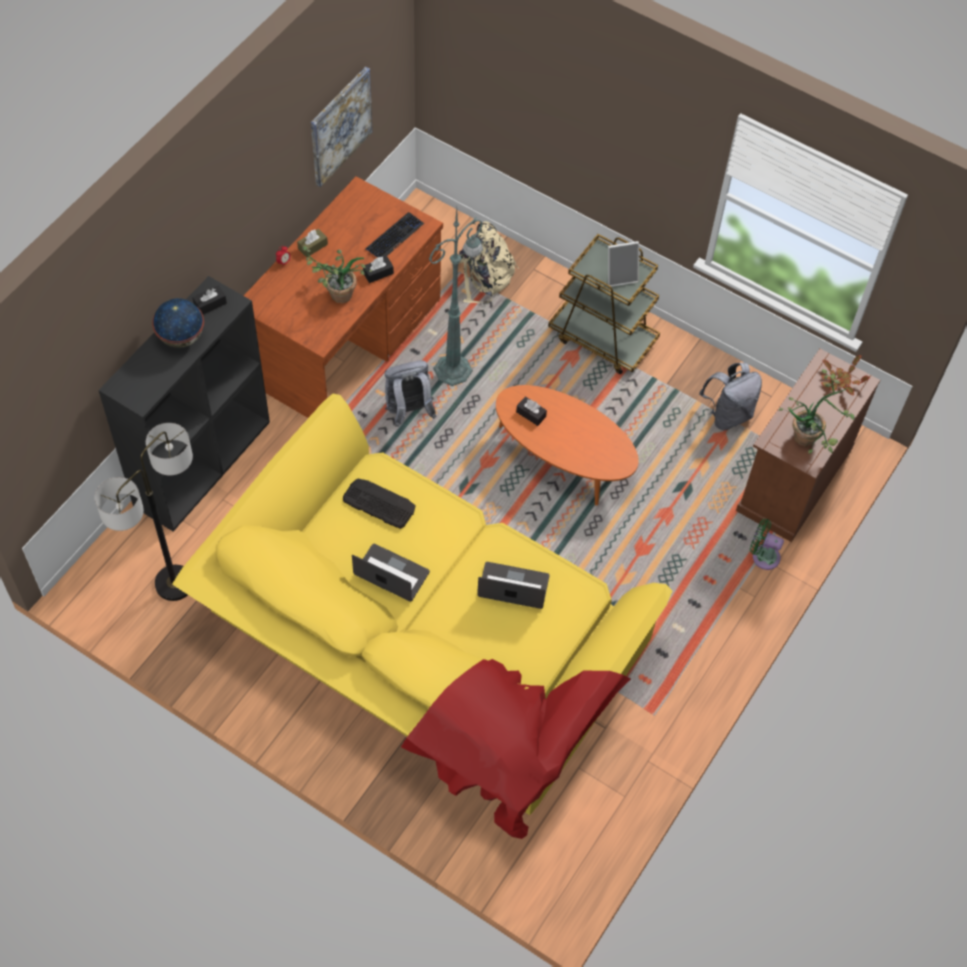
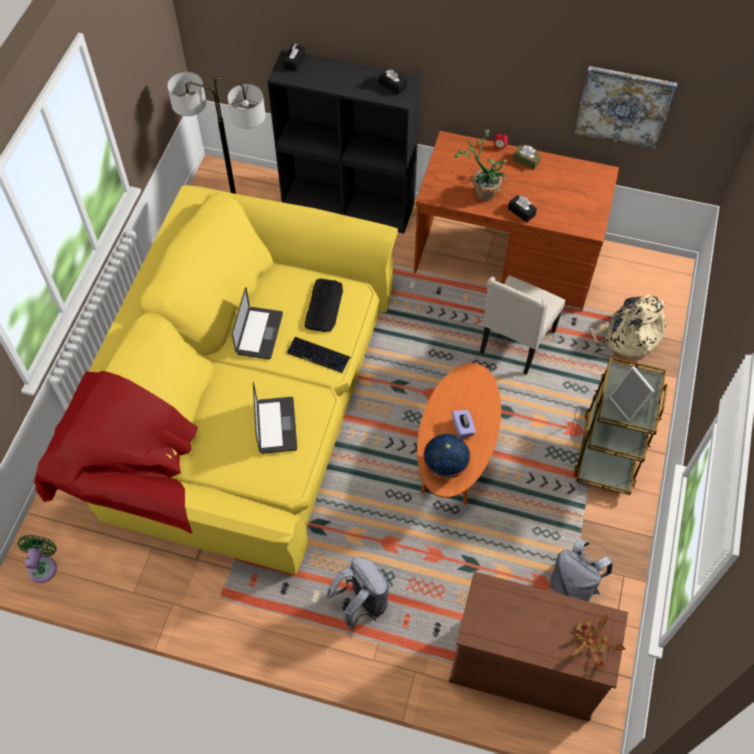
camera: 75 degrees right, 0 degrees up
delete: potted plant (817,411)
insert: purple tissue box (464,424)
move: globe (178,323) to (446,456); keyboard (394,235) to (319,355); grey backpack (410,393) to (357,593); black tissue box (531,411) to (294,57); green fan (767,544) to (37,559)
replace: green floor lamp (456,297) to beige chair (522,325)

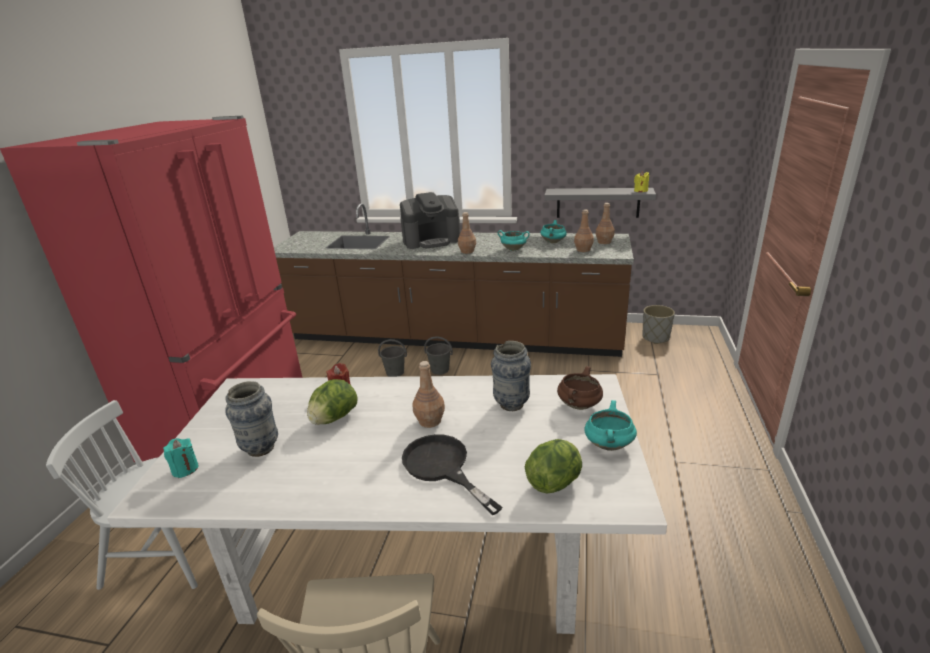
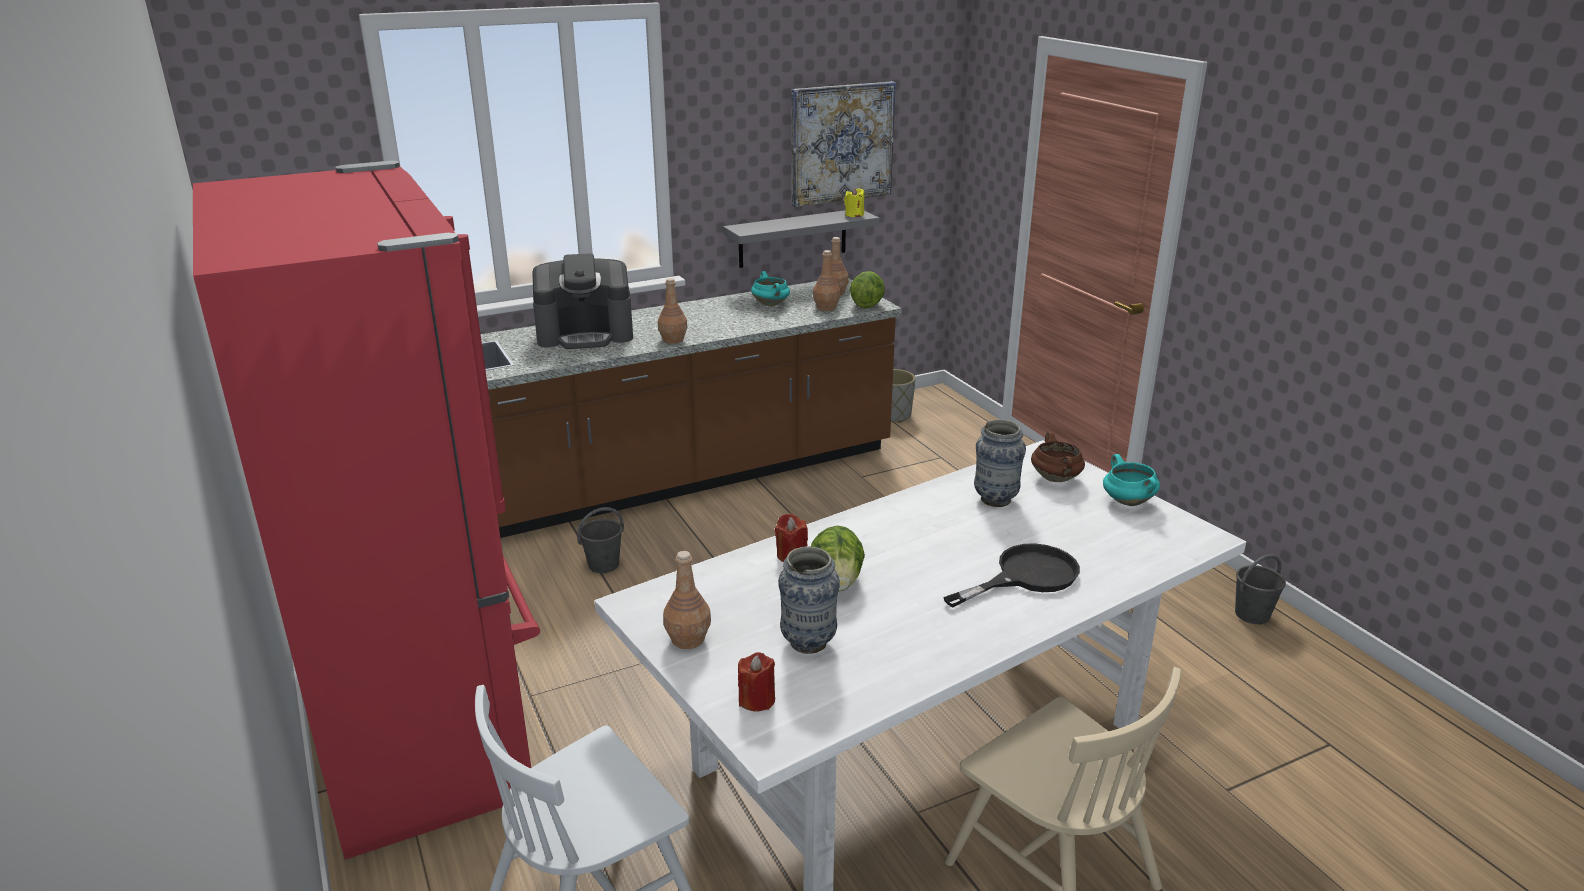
camera: 40 degrees left, 0 degrees up
delete: turquoise cooking pot (514,240)
insert: picture (843,144)
move: brown bottle (428,394) to (687,600); grey bucket (438,355) to (1260,589); lettuce (553,466) to (867,290)
recolor: turquoise candle (181,458) to red candle (756,681)
rotate: coffee machine (430,220) = (582,301) 45 degrees clockwise; black frying pan (452,475) = (1011,575) 135 degrees clockwise

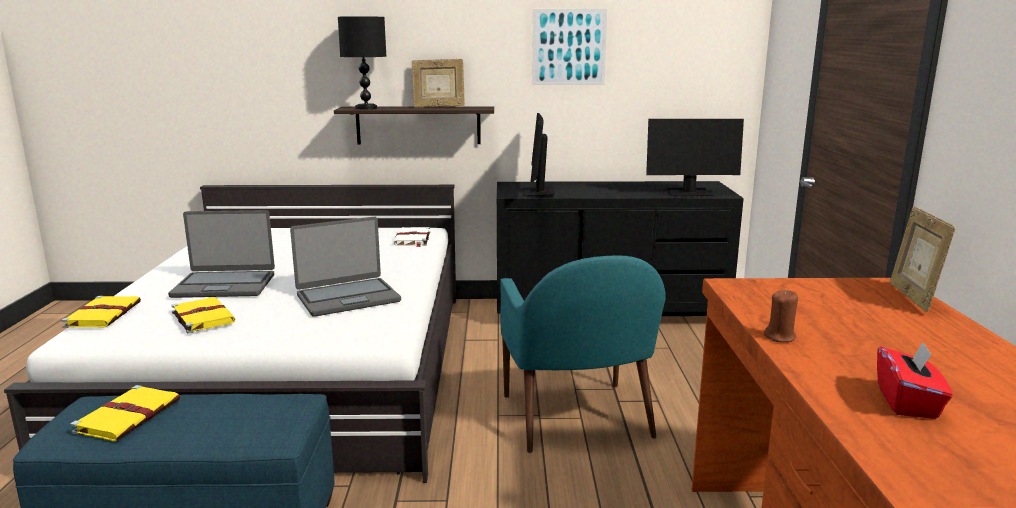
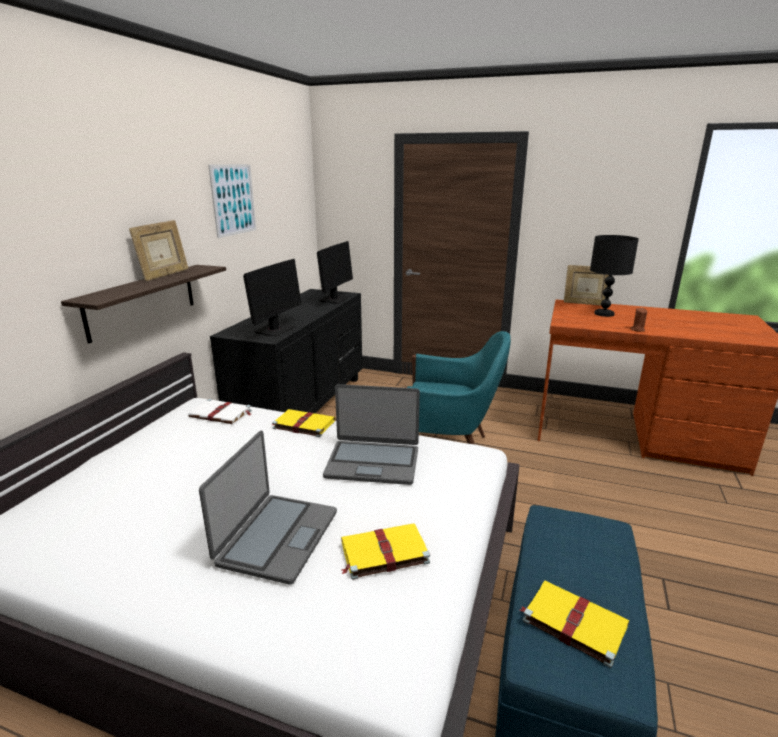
camera: 70 degrees left, 5 degrees up
delete: red tissue box (915,380)
move: yellow book (101,312) to (303,423); black table lamp (362,62) to (614,276)
rotate: laptop (345,267) = (371,434) 105 degrees clockwise; monitor (539,155) = (272,297) 90 degrees counterclockwise

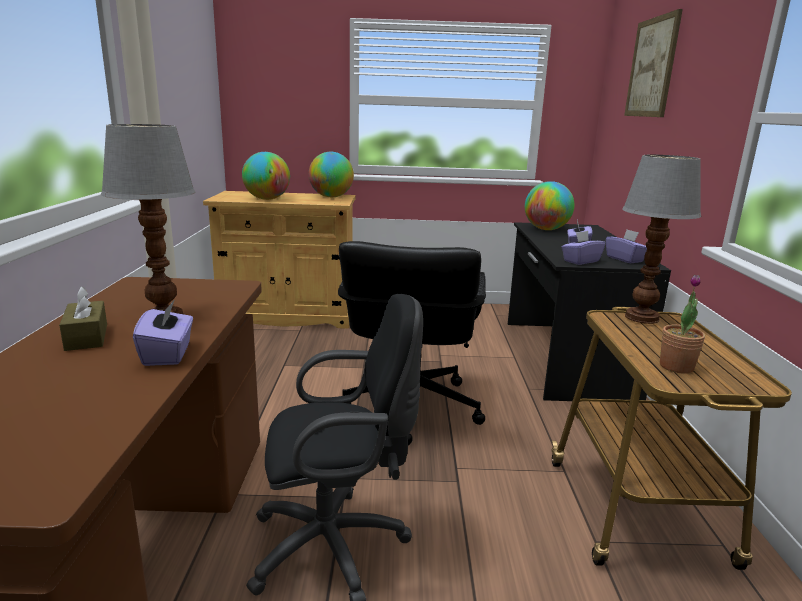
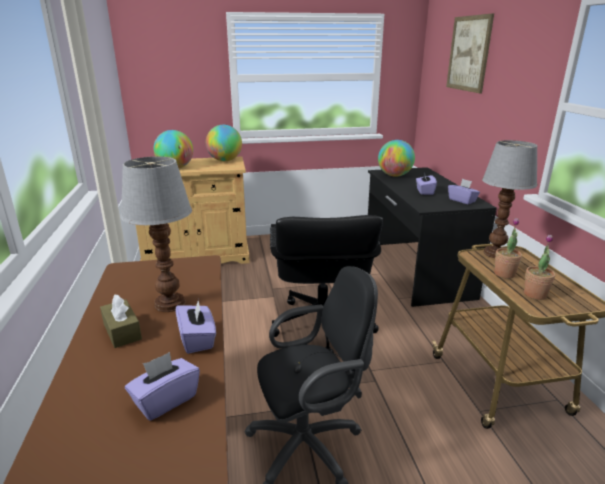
camera: 10 degrees left, 5 degrees up
insert: potted plant (508,248)
move: purple tissue box (583,248) to (162,386)

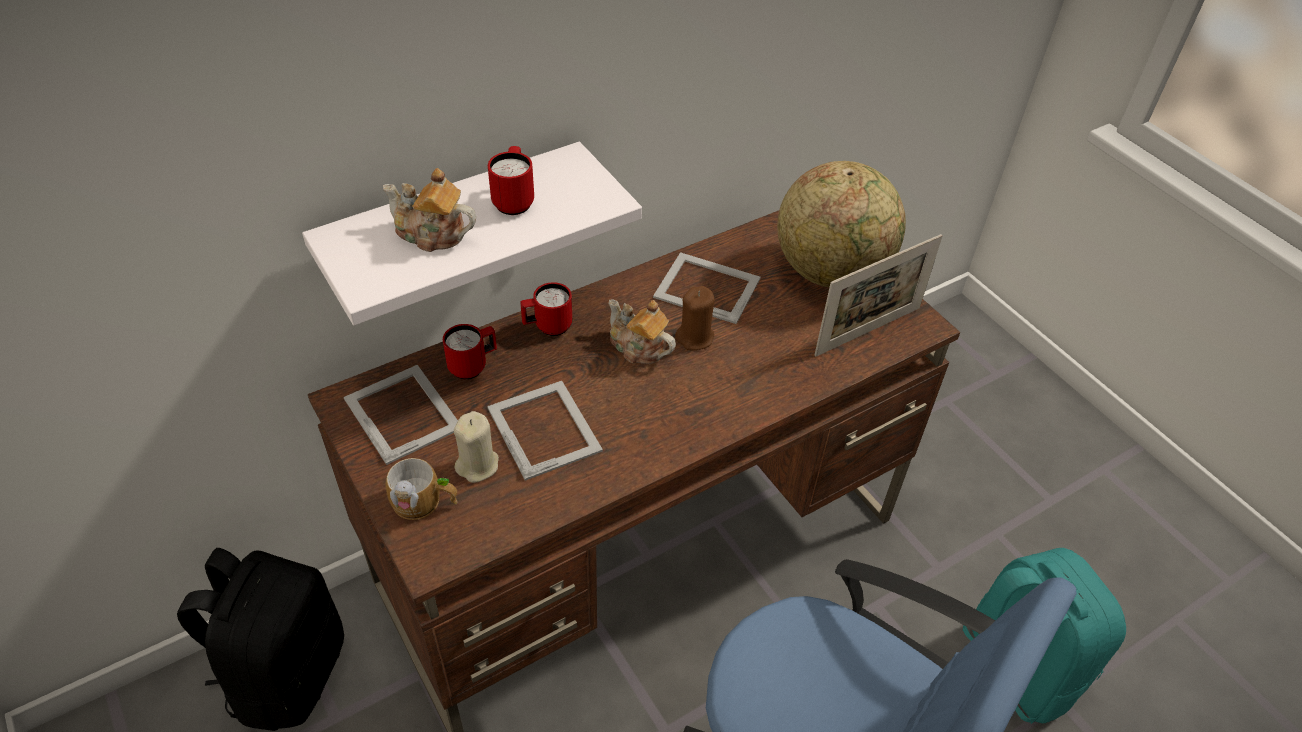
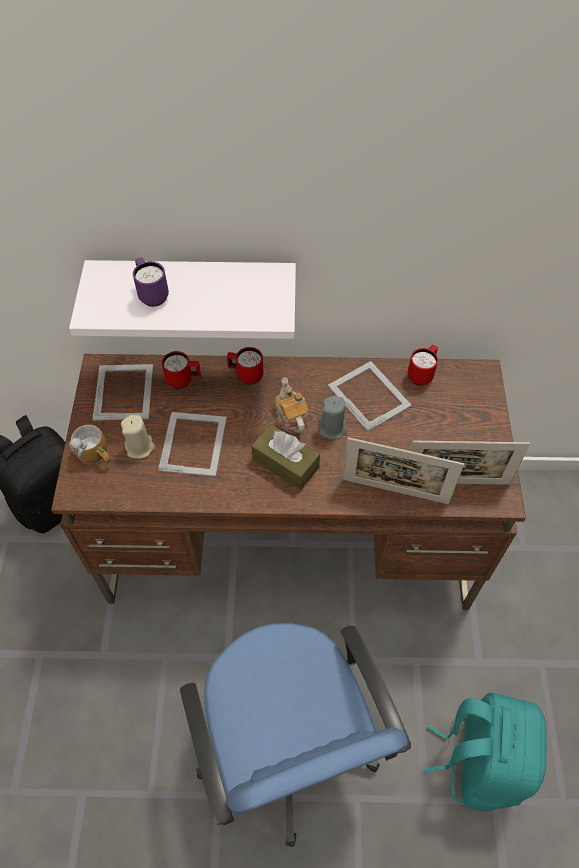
camera: 35 degrees right, 10 degrees up
delete: globe (841,224)
insert: brown tissue box (285,457); picture frame (403,470)
move: red mug (511,180) to (423,365)
replace: teapot (429,210) to purple mug (151,282)
recolor: brown candle (694,318) to grey candle (332,417)

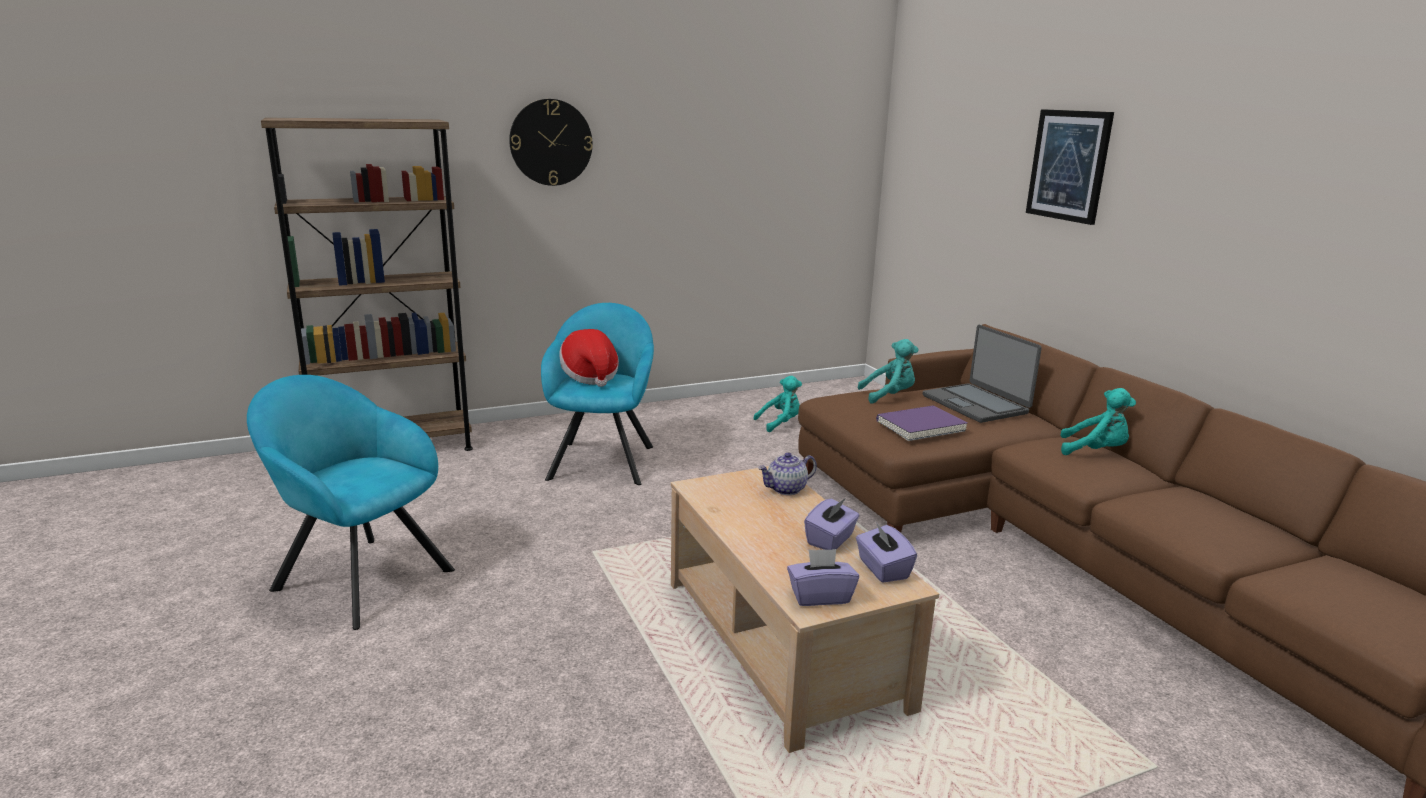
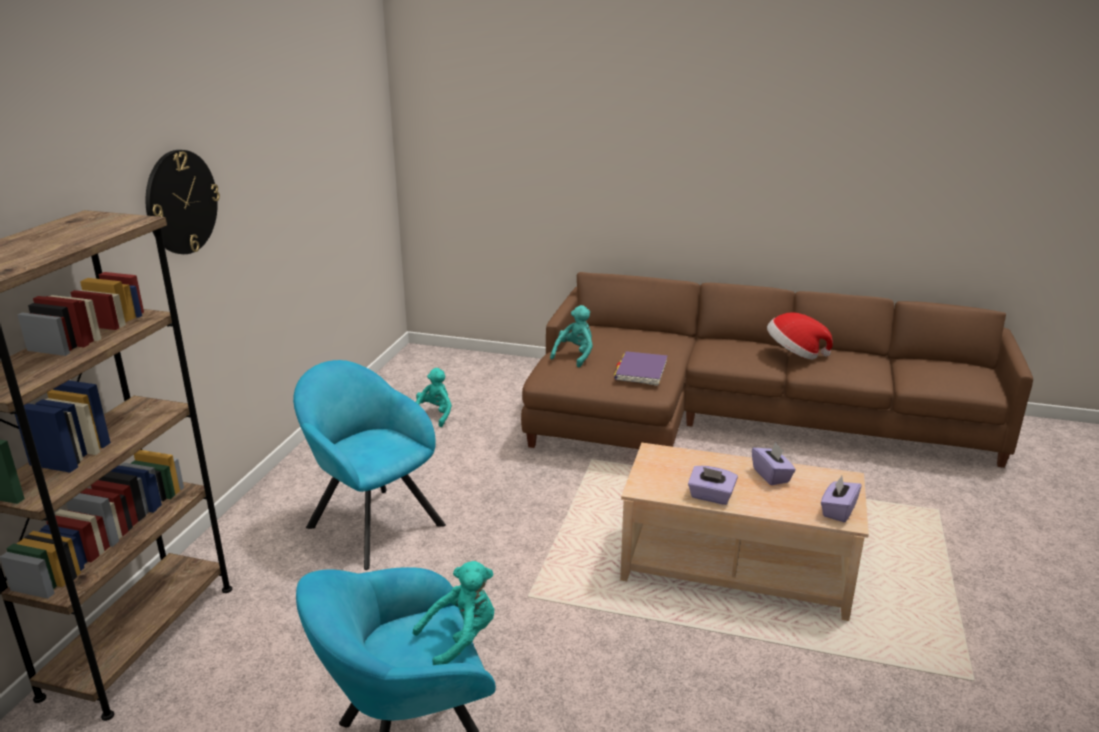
camera: 50 degrees left, 5 degrees up
delete: teapot (787,473); laptop (982,374); picture (1070,167)
move: hat (589,358) to (800,336); purple tissue box (886,552) to (713,485); turquoise plush toy (1098,421) to (453,613)

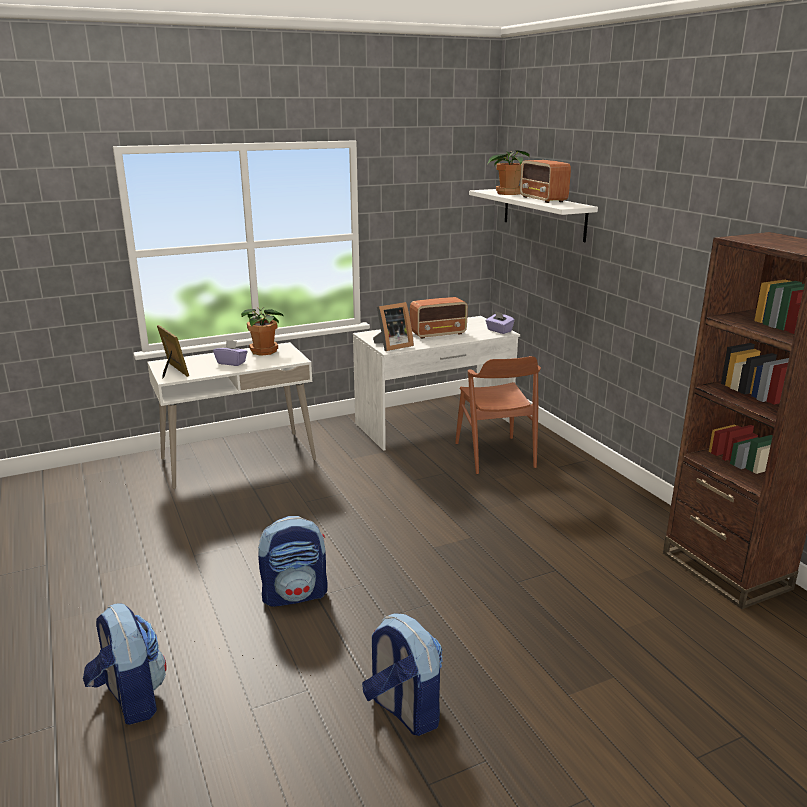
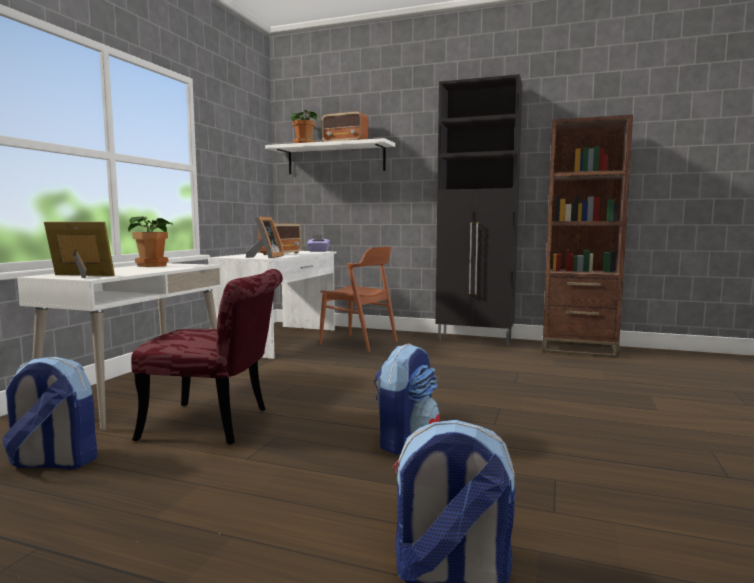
camera: 45 degrees left, 15 degrees down
delete: purple tissue box (230,353)
insert: red chair (207,356); black cabinet (478,209)
move: backpack (402,674) to (50,413)

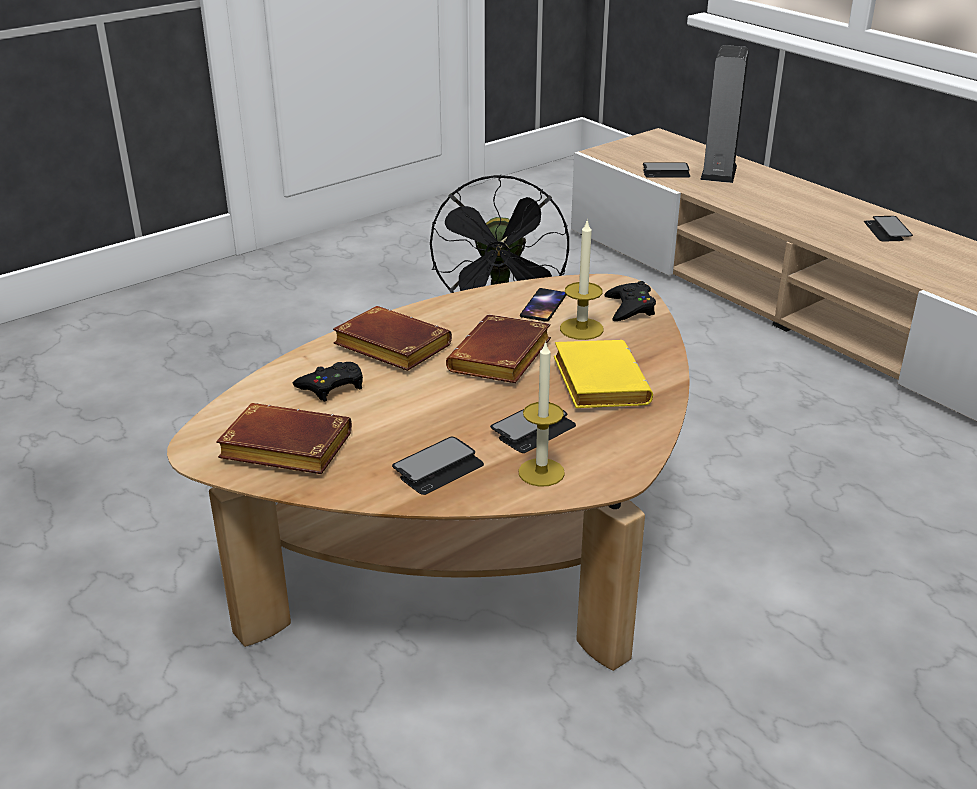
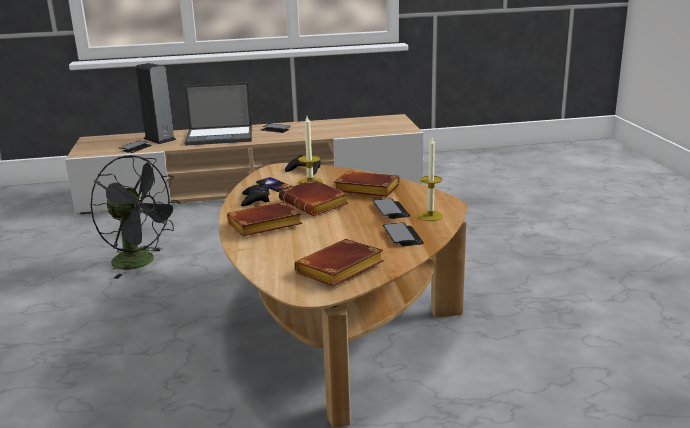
camera: 60 degrees left, 10 degrees down
insert: laptop (218,114)
move: black game controller (328,382) to (255,194)
recolor: yellow book (603,374) to brown book (367,183)

